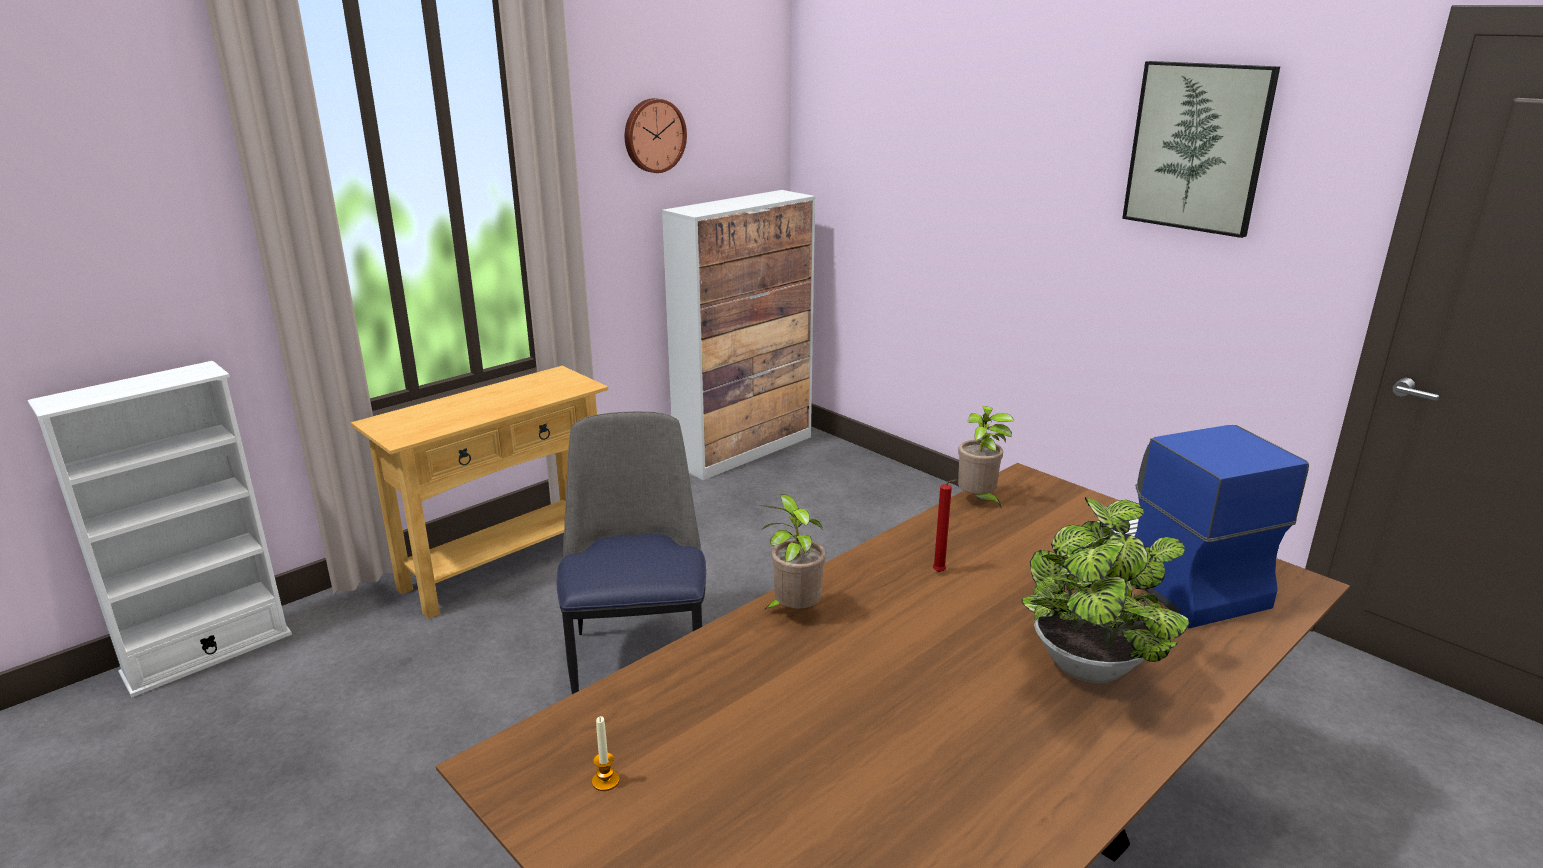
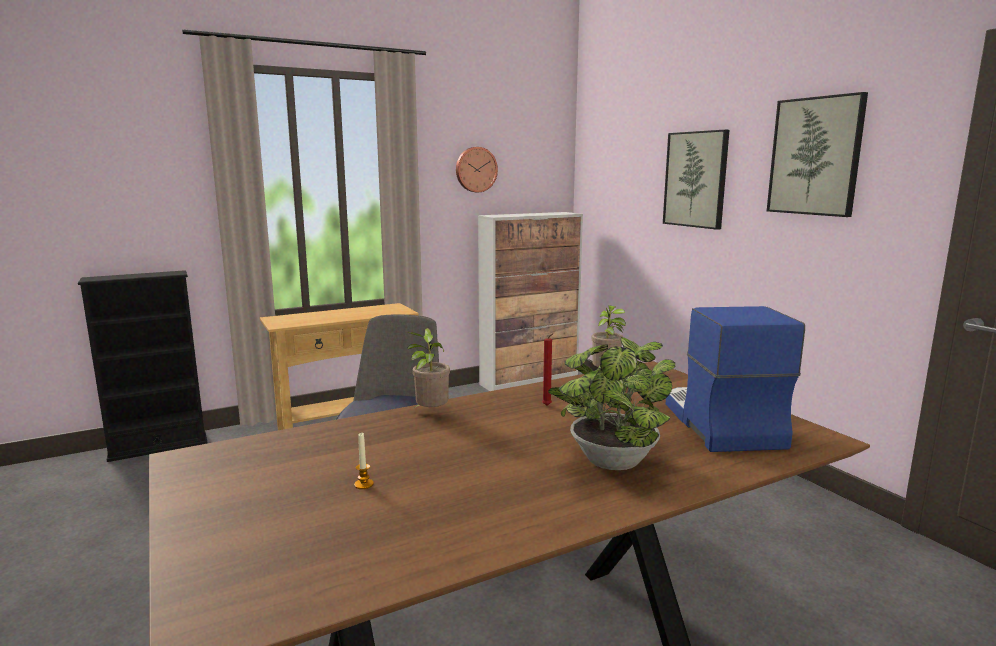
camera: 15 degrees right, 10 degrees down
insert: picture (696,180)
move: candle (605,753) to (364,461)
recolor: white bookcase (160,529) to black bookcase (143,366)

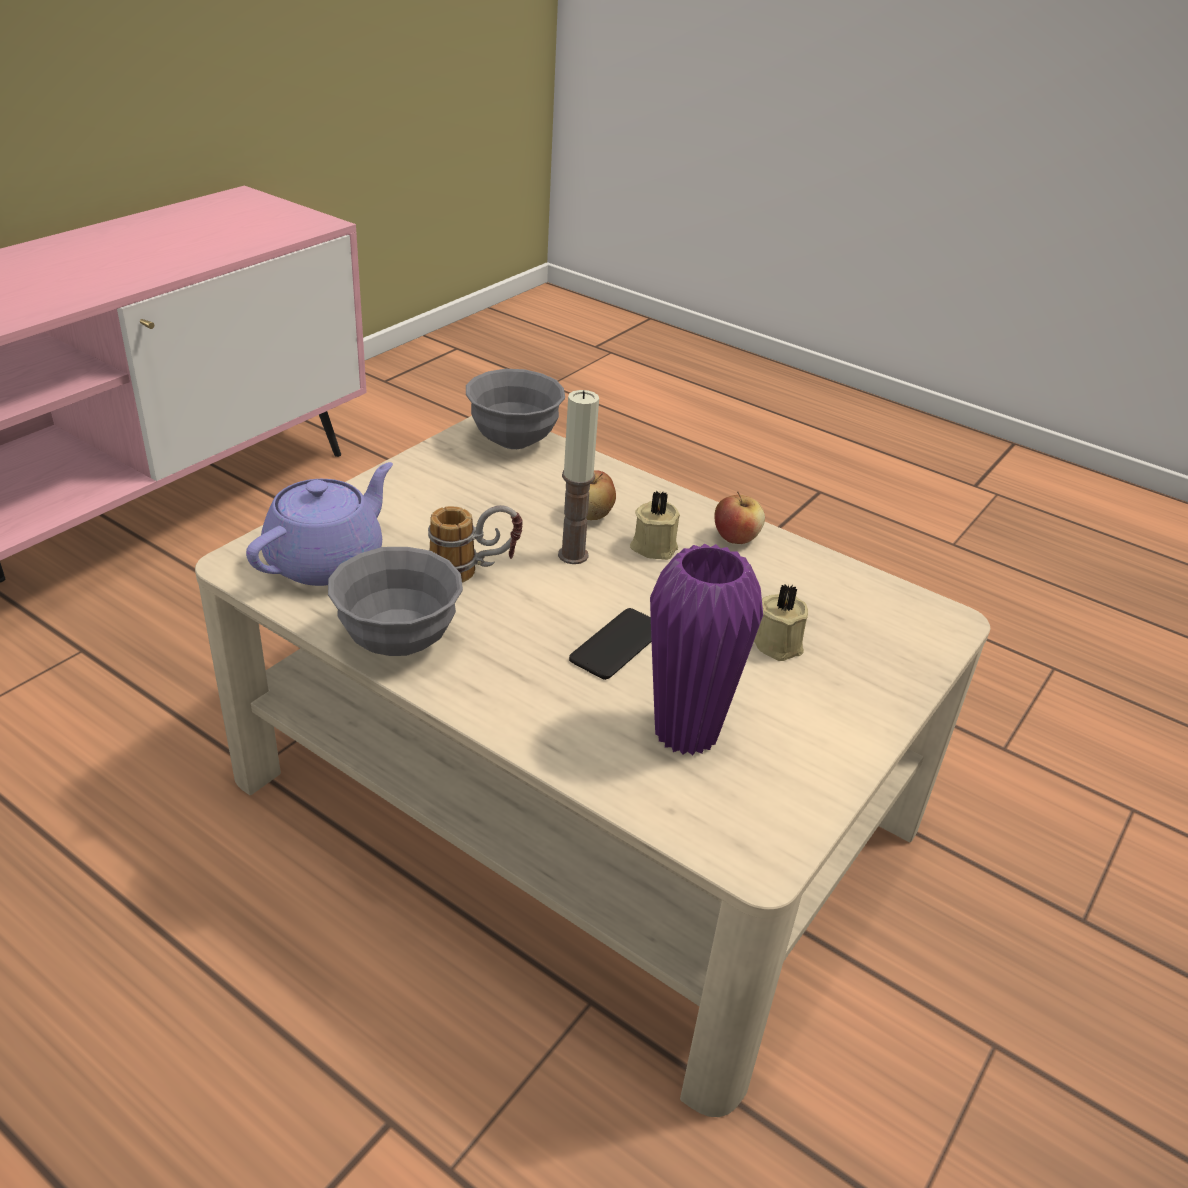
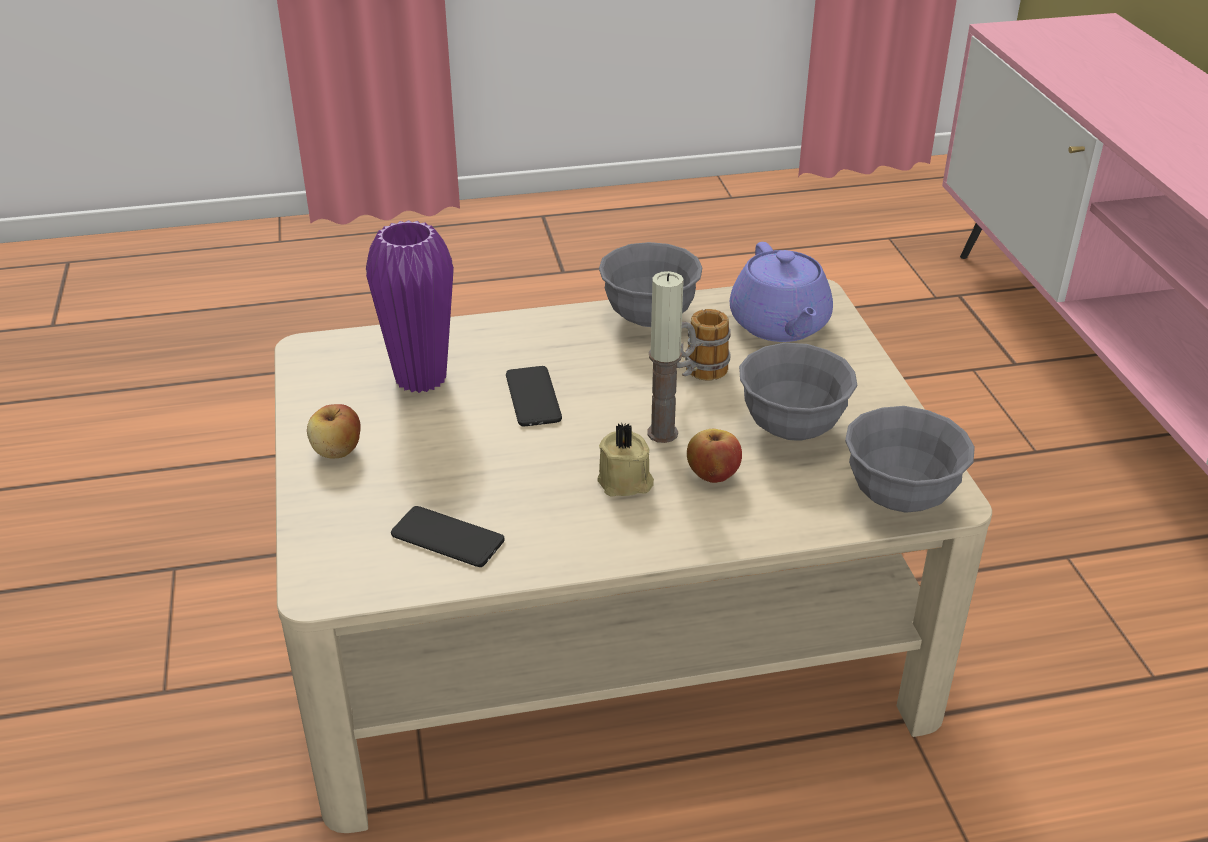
camera: 135 degrees right, 0 degrees up
delete: beige candle (781,622)
insert: phone (448,536); grey bowl (798,392)
move: apple (739,518) to (334,431)

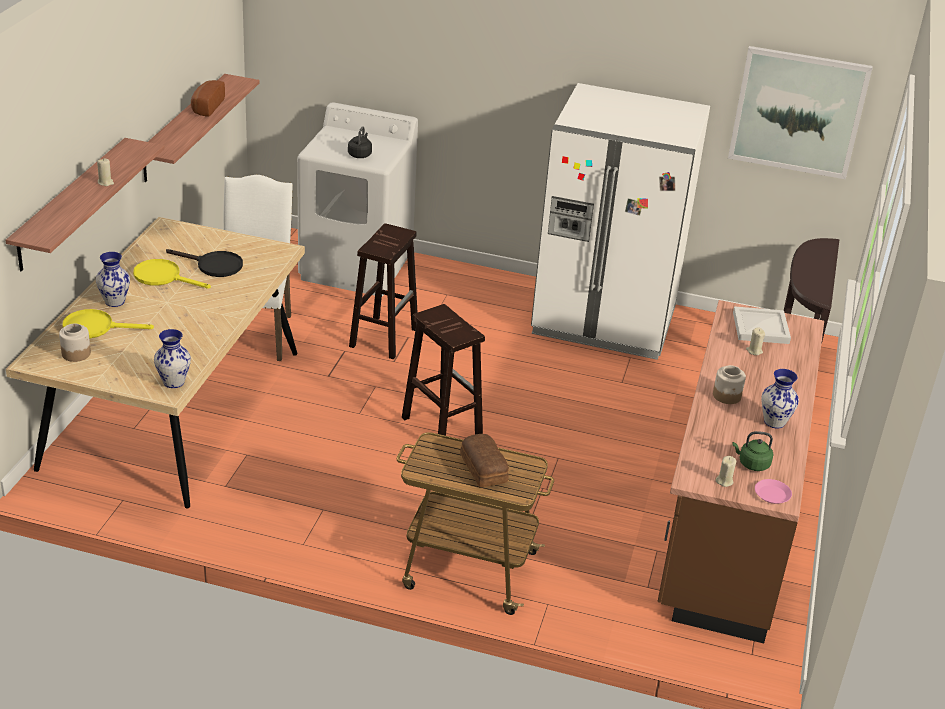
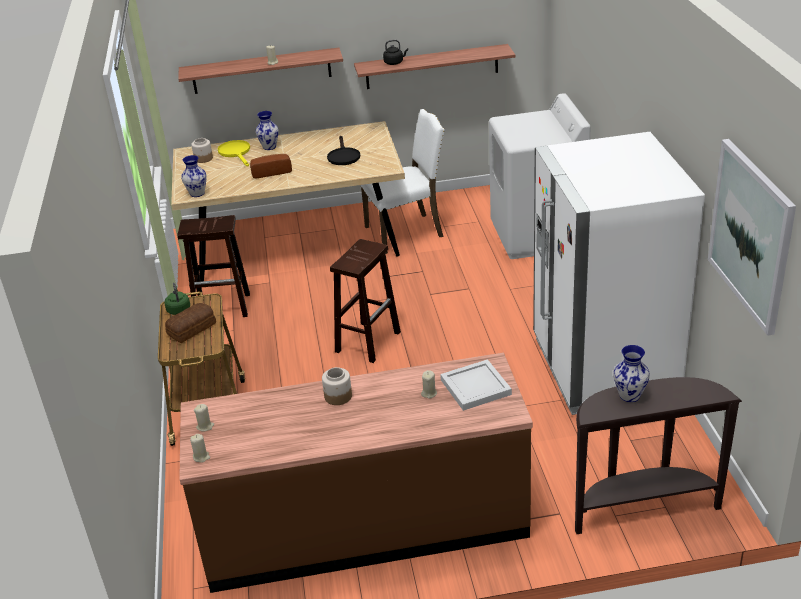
camera: 70 degrees right, 0 degrees up
delete: yellow frying pan (172,274)
move: bread (208,98) to (271,166); black kettle (360,142) to (395,52); brown stool (383,291) to (213,266); green kettle (752,451) to (177,299); vase (780,399) to (631,373)
replace: pink plate (773,491) to beige candle (200,448)

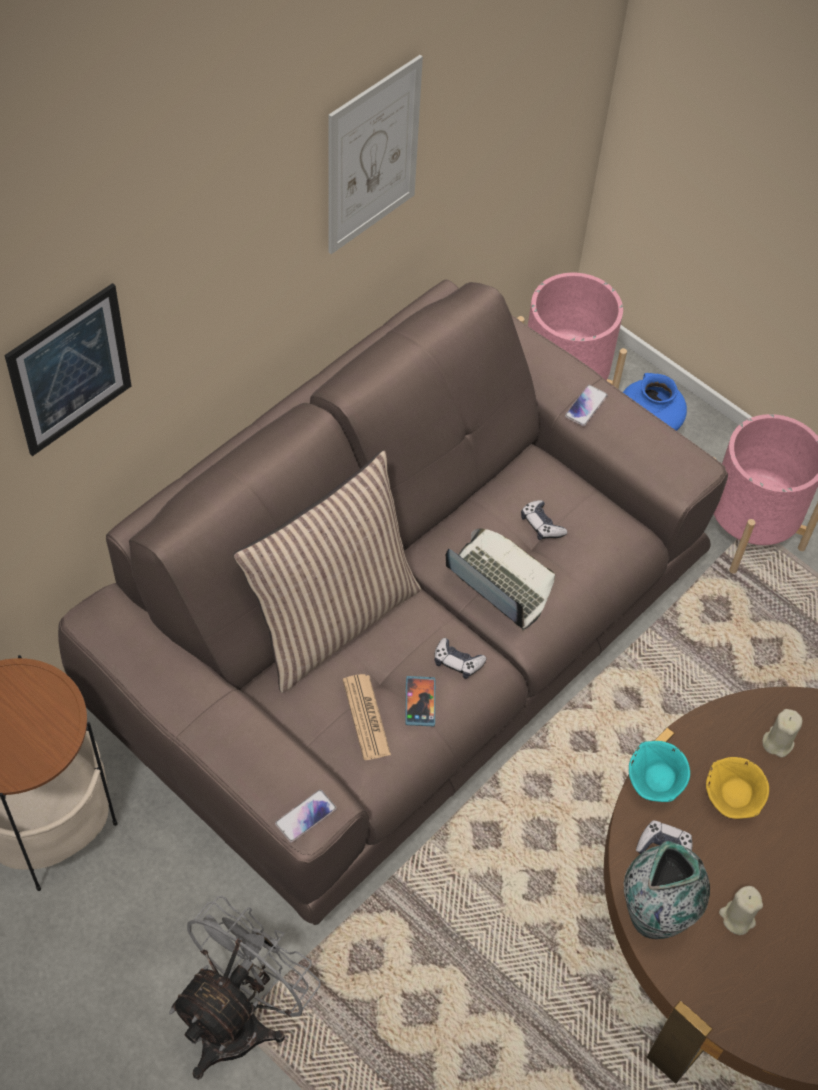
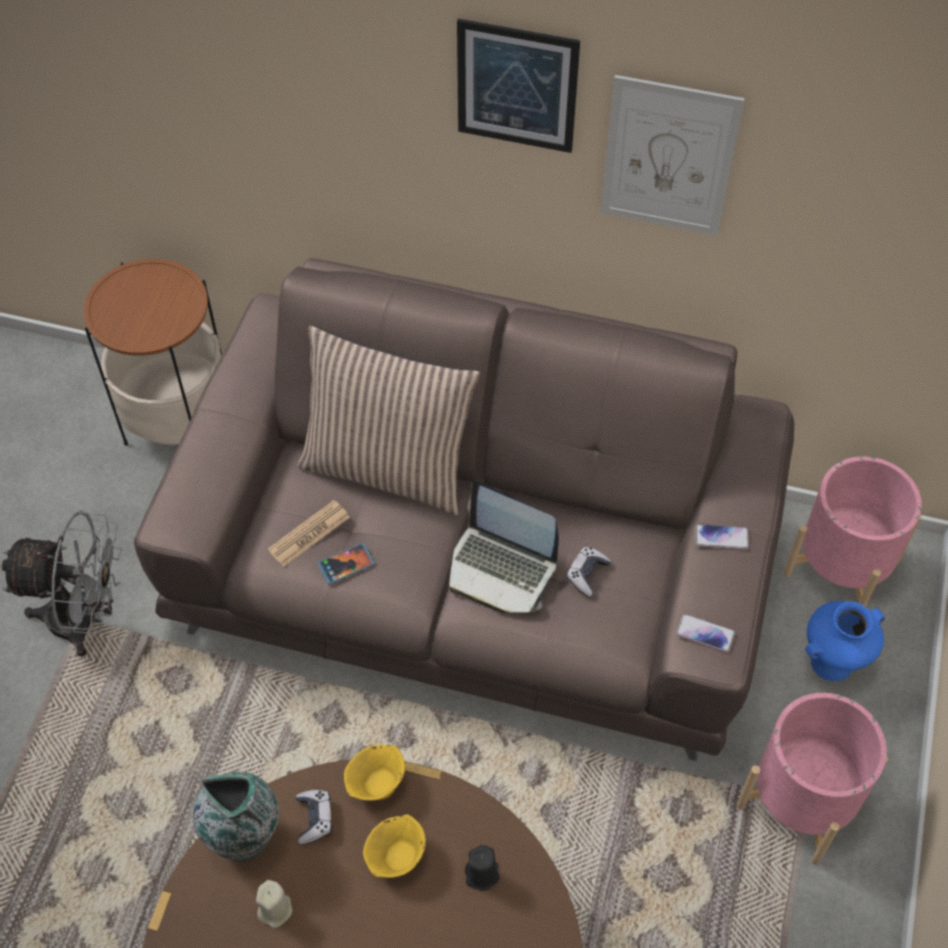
camera: 65 degrees right, 0 degrees up
delete: game controller (460,658)
move: picture (68,369) to (518,86); phone (306,816) to (705,633)
recolor: turquoise bowl (659,771) to yellow bowl (374,773); beige candle (782,733) to black candle (482,868)
rotate: laptop (500,579) = (504,546) 105 degrees clockwise

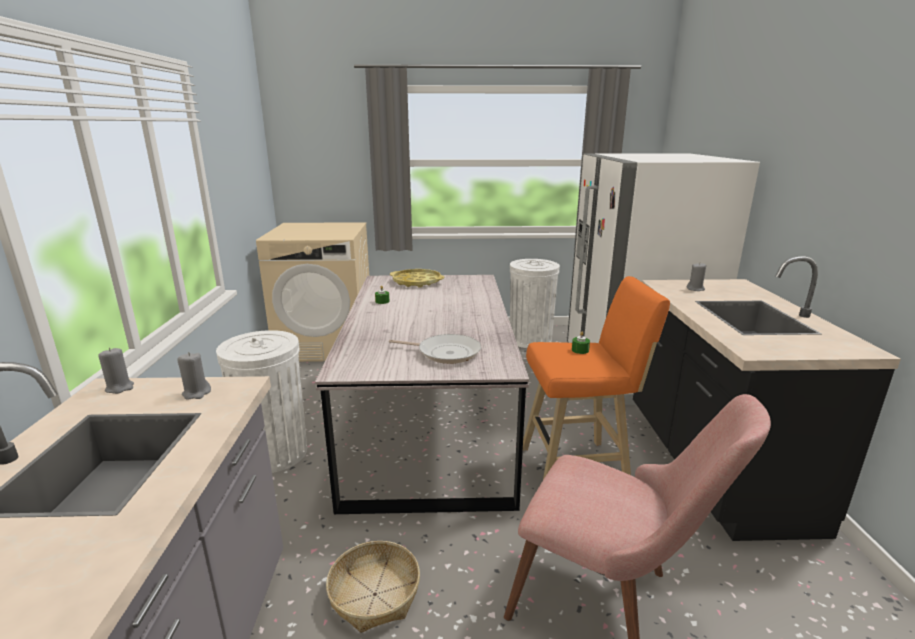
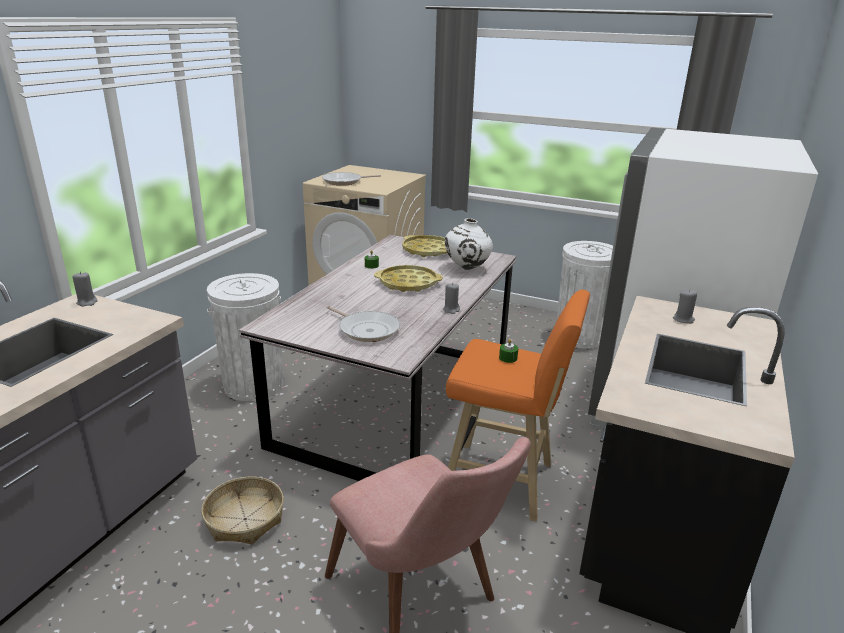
camera: 25 degrees right, 5 degrees up
insert: frying pan (351,179); yellow tray (408,278); white vase (469,244)
move: grey candle (194,376) to (451,298)

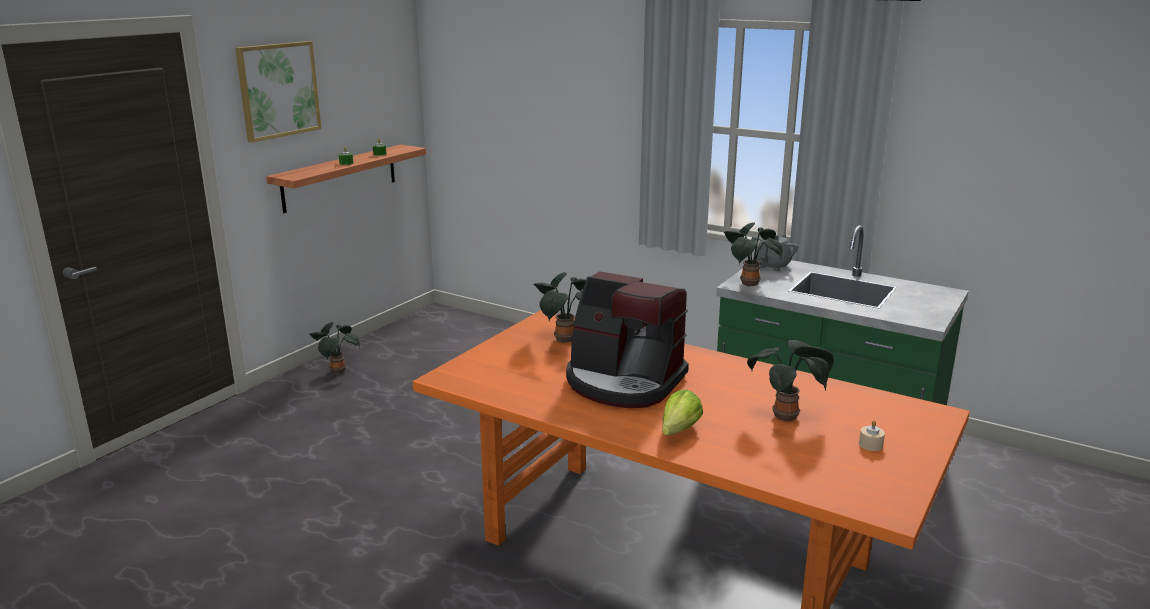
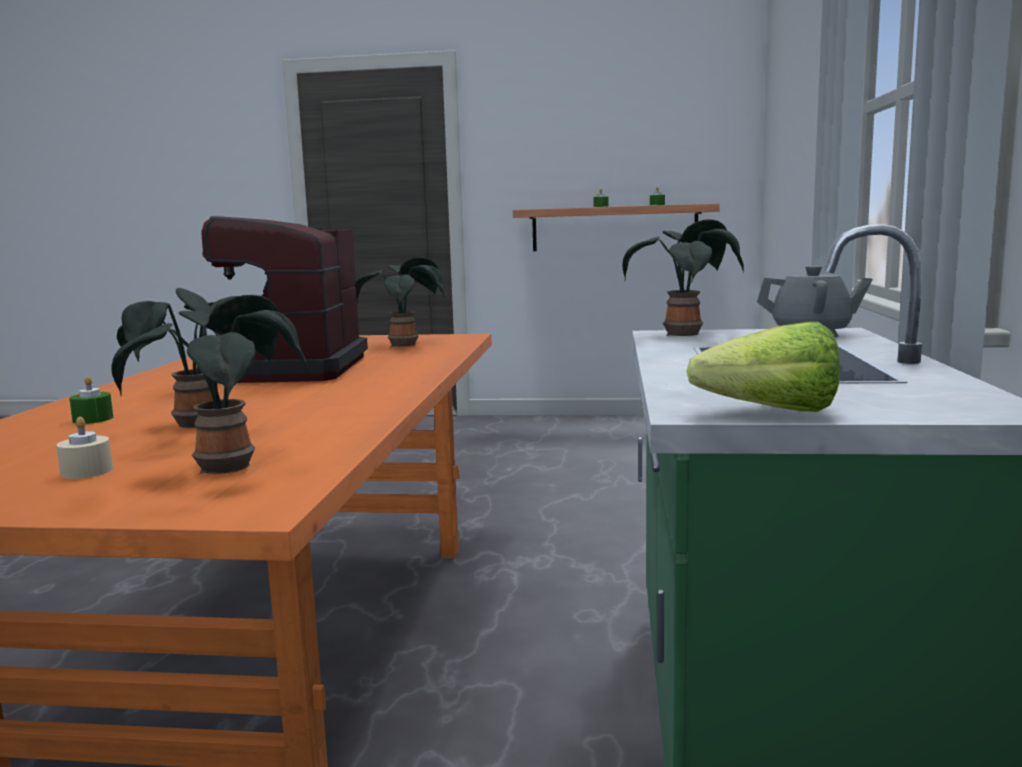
camera: 65 degrees right, 10 degrees down
delete: picture (278,92)
insert: green candle (91,400)
move: potted plant (334,348) to (209,384); lettuce (682,412) to (763,367)

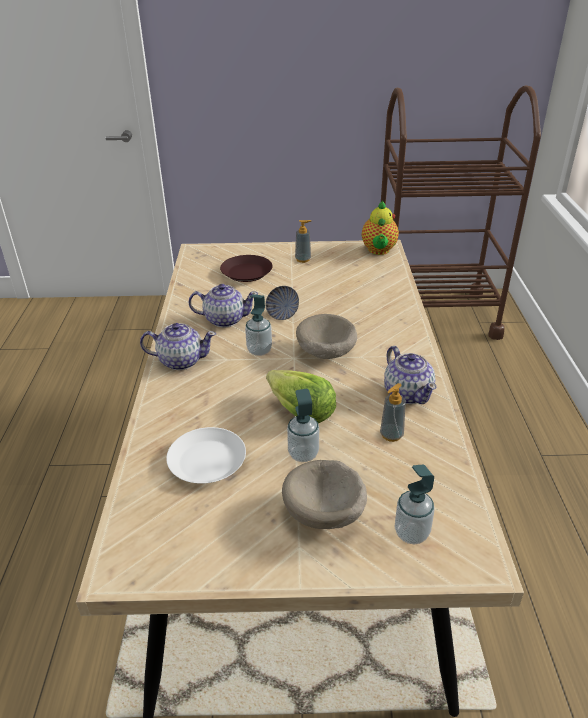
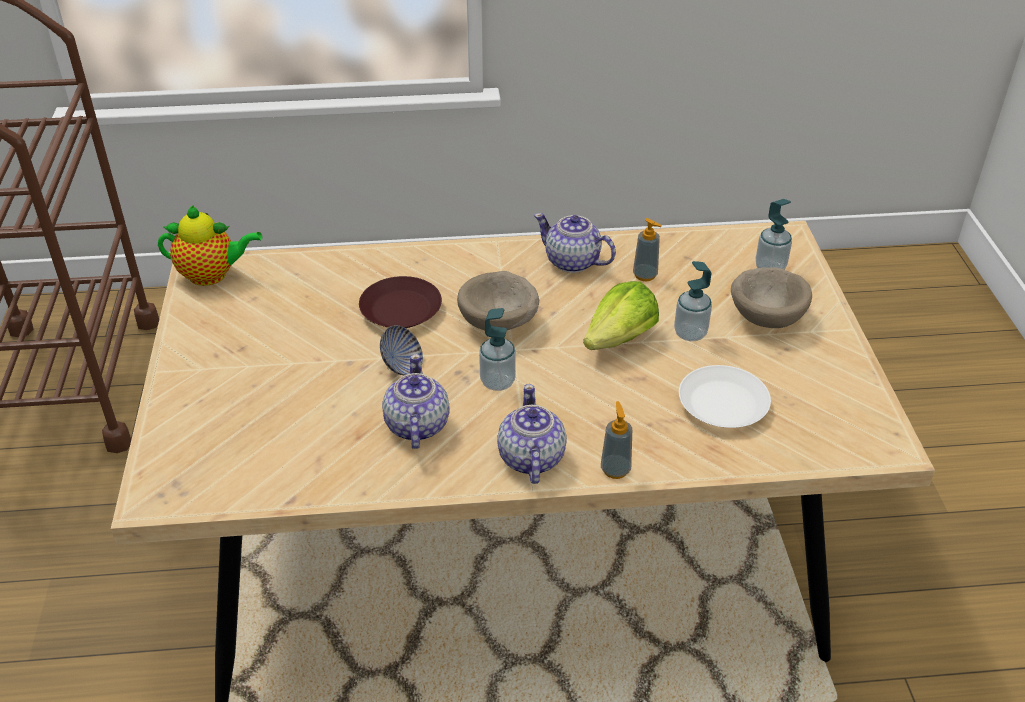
camera: 95 degrees left, 5 degrees up
move: brown plate (246,268) to (400,302); soap dispenser (303,241) to (616,440)
rotate: teapot (410,375) = (575,243) 120 degrees counterclockwise

